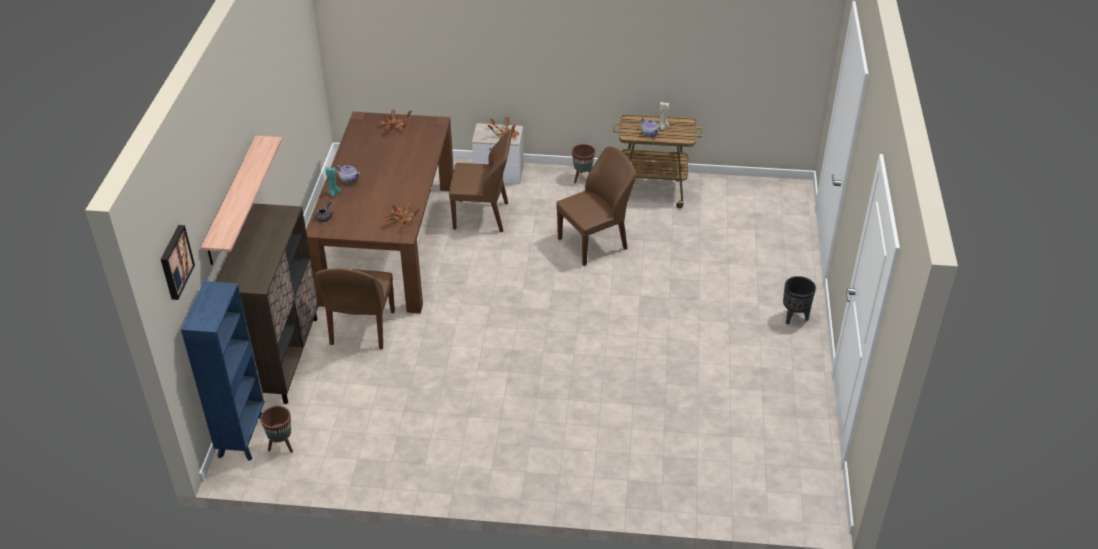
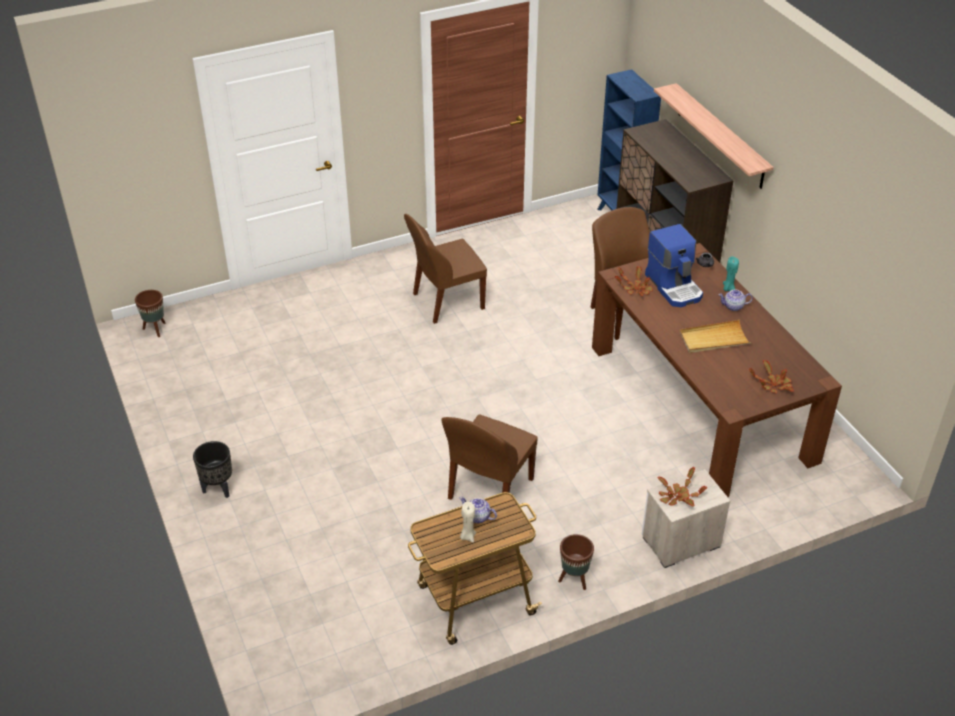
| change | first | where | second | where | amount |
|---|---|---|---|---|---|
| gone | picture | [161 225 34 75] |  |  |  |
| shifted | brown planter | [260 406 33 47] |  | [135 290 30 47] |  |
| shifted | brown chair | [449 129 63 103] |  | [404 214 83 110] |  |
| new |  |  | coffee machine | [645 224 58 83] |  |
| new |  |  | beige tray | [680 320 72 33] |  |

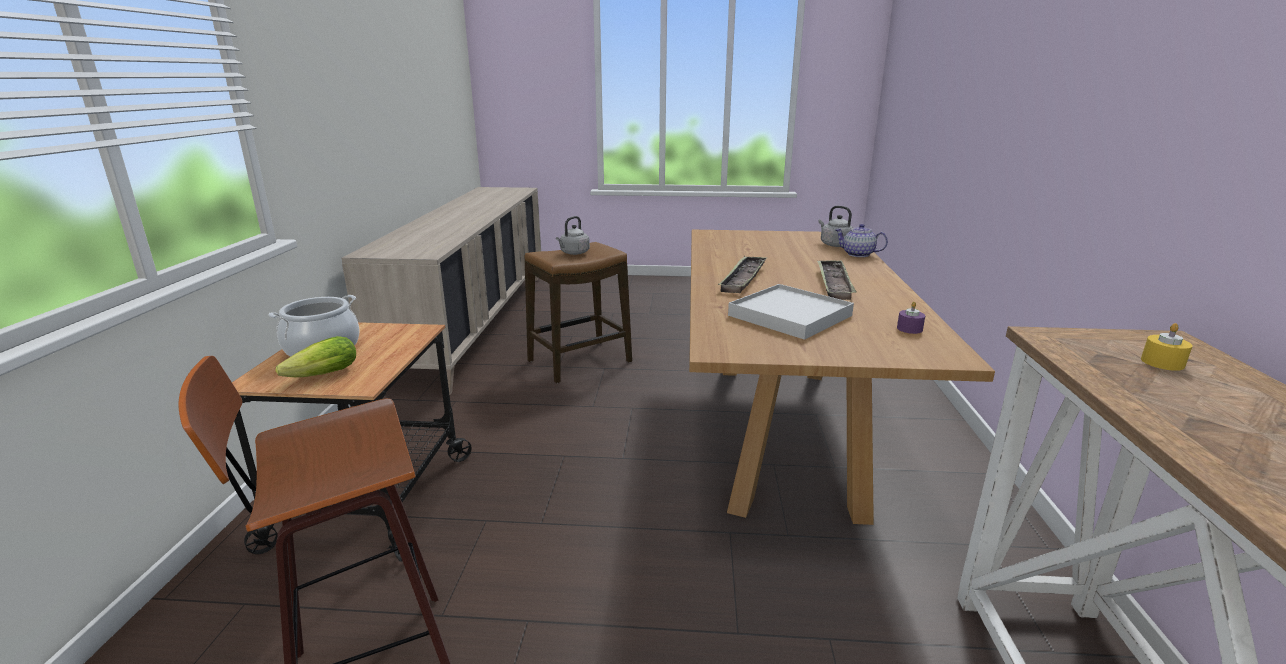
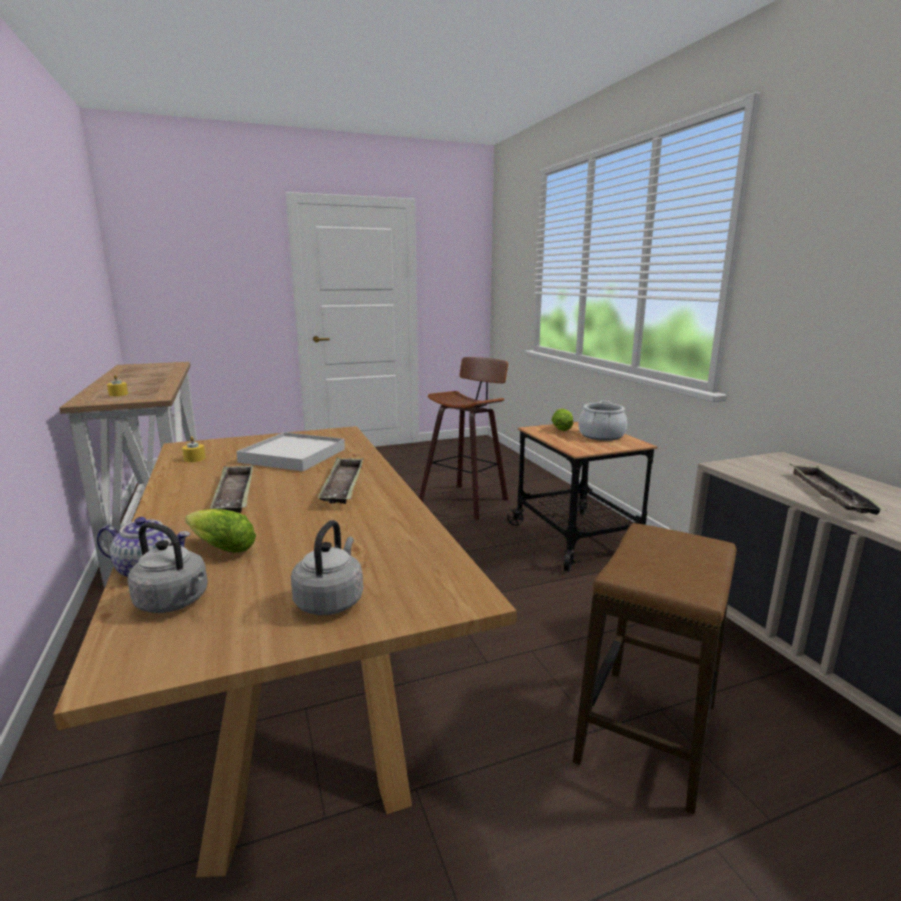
| change | first | where | second | where | amount |
|---|---|---|---|---|---|
| shifted | grey kettle | [556 216 34 39] |  | [291 520 72 95] |  |
| repainted | purple candle | [897 302 28 32] | yellow candle | [182 436 24 26] |  |
| new |  |  | lettuce | [185 509 71 44] |  |
| new |  |  | tray | [790 463 97 52] |  |

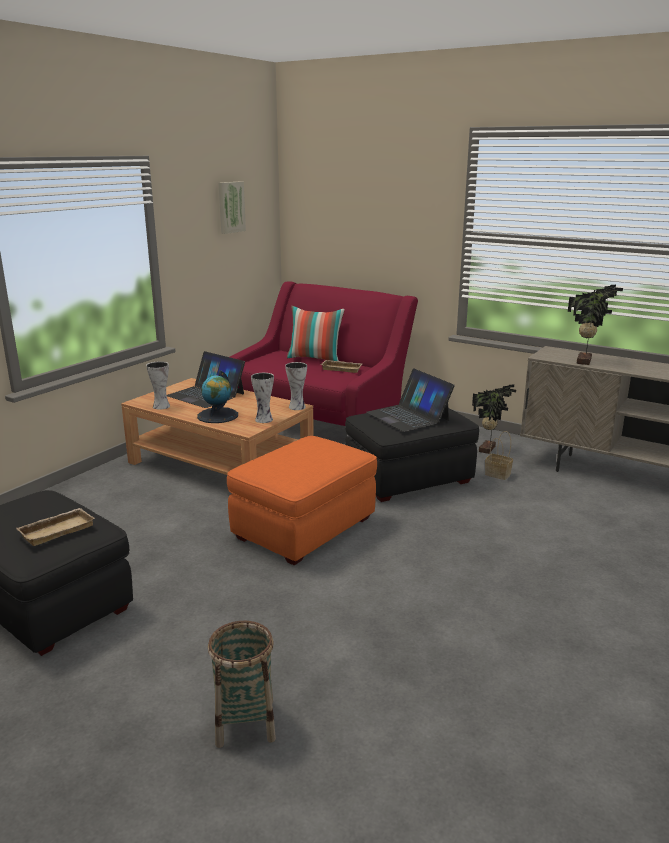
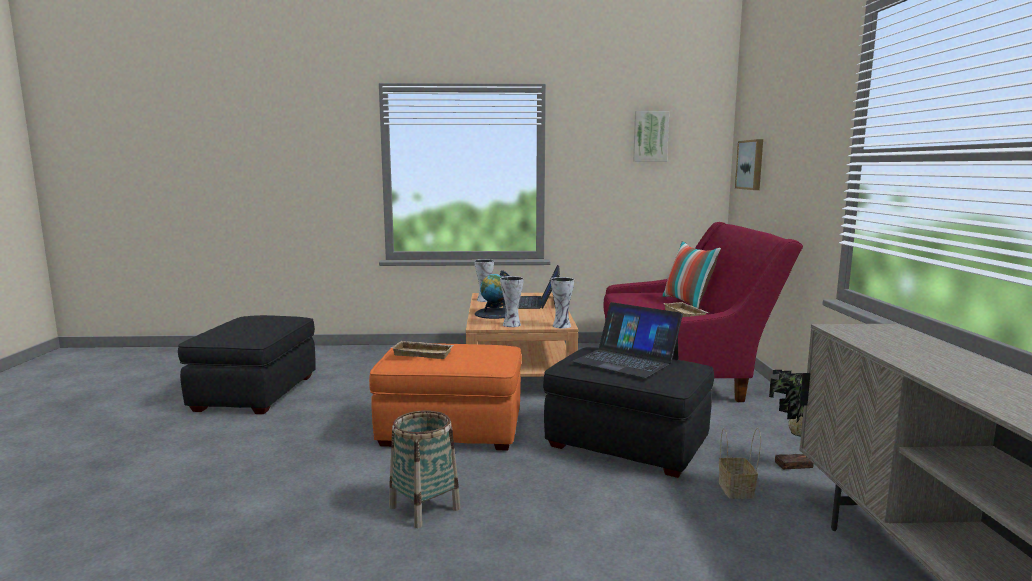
| change | first | where | second | where | amount |
|---|---|---|---|---|---|
| shifted | beige tray | [16 508 79 38] |  | [390 341 64 18] |  |
| shifted | basket | [208 621 68 127] |  | [389 410 71 118] |  |
| rotated | laptop | [366 368 89 64] |  | [572 302 111 76] | 75 degrees counterclockwise |
| gone | potted plant | [568 285 55 80] |  |  |  |
| new |  |  | picture | [735 139 28 51] |  |

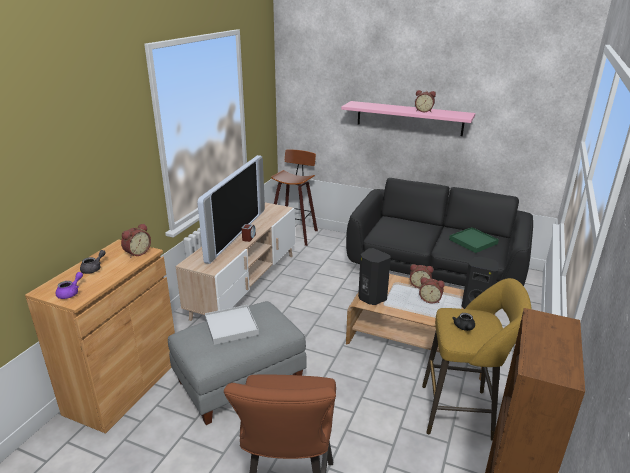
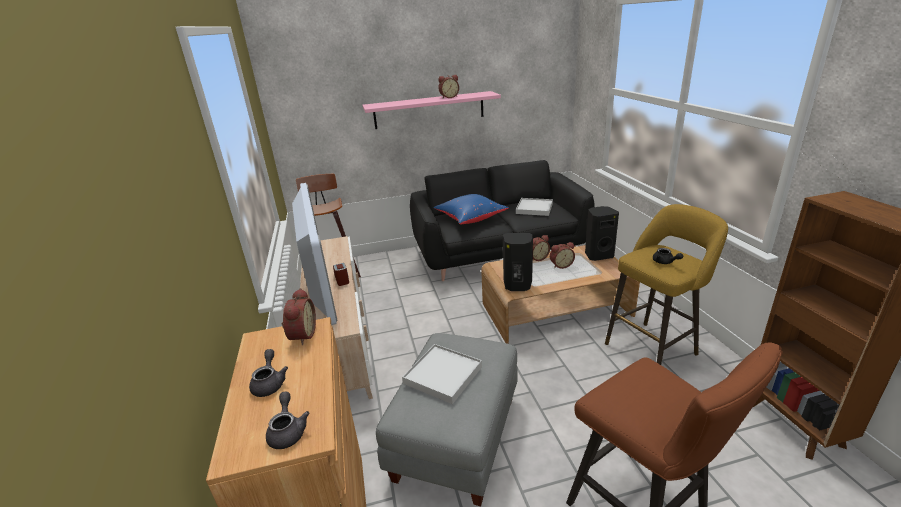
| change | first | where | second | where | amount |
|---|---|---|---|---|---|
| repainted | purple teapot | [56 272 27 27] | grey teapot | [266 392 44 57] |  |
| repainted | green tray | [449 227 50 26] | white tray | [516 198 37 18] |  |
| new |  |  | blue pillow | [434 194 75 30] |  |

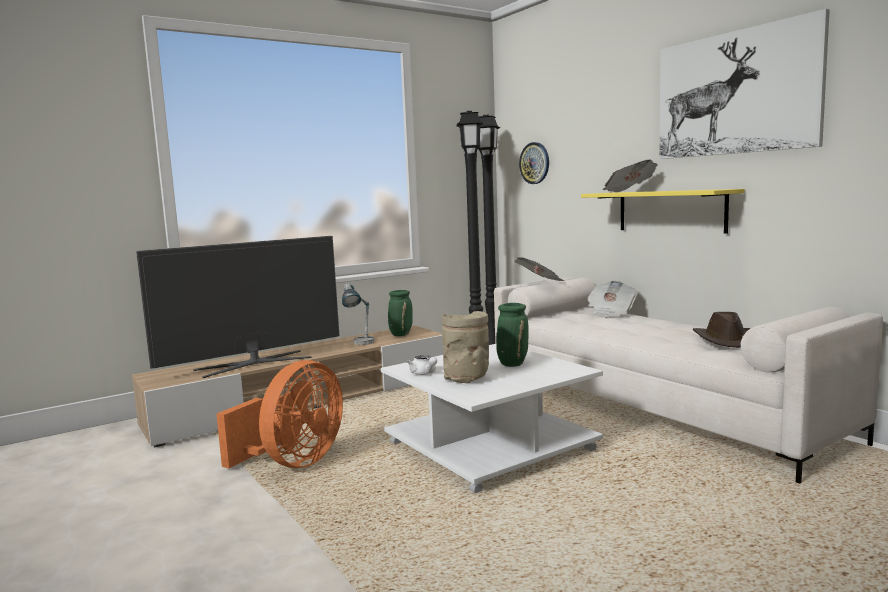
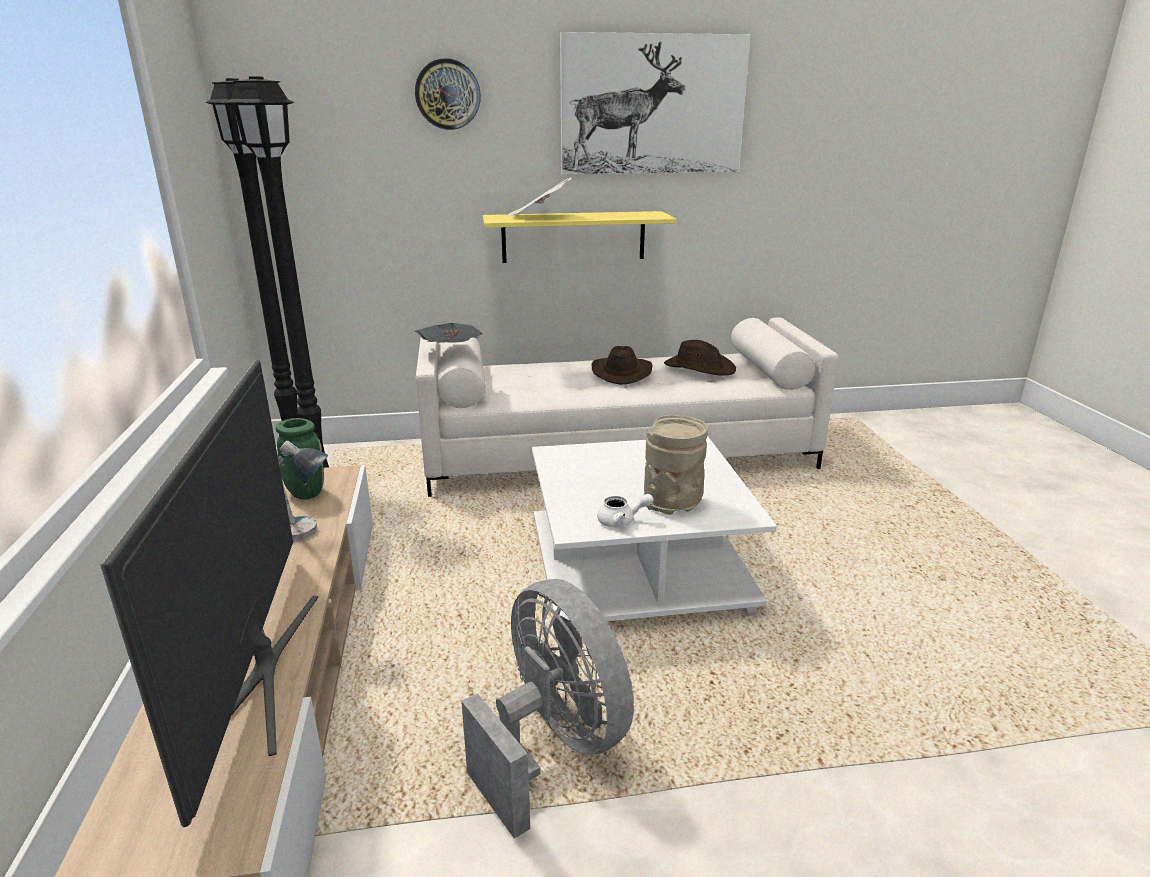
| change | first | where | second | where | amount |
|---|---|---|---|---|---|
| repainted | orange fan | [216 360 127 108] | grey fan | [461 579 173 260] |  |
| gone | green vase | [496 303 33 64] |  |  |  |
| shifted | wall clock | [519 142 30 42] |  | [415 58 66 72] |  |
| gone | newspaper | [587 281 51 37] |  |  |  |
| new |  |  | brown hat | [592 346 61 39] |  |

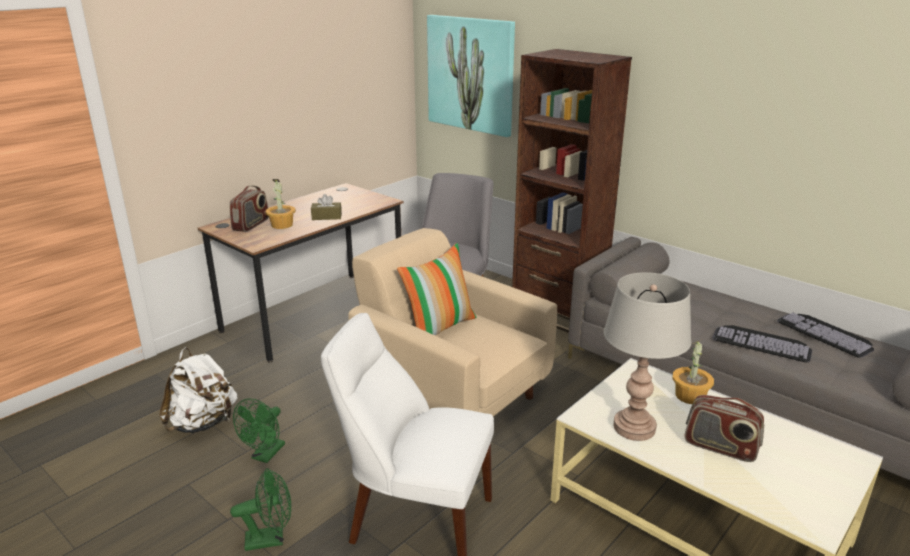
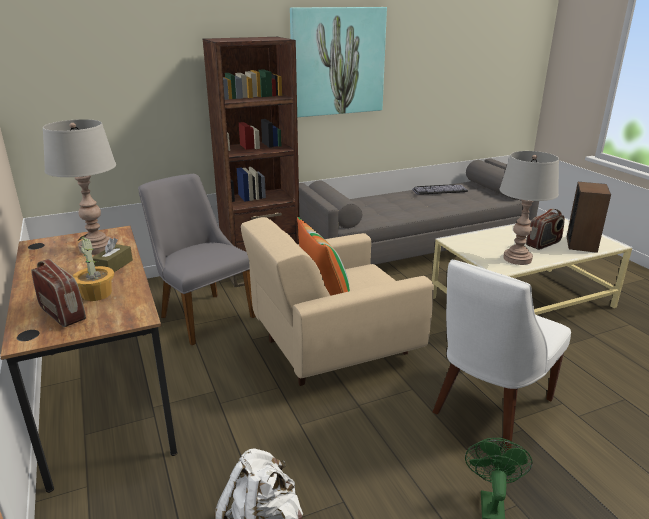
| change | first | where | second | where | amount |
|---|---|---|---|---|---|
| gone | green fan | [233 399 52 64] |  |  |  |
| shifted | picture | [427 15 88 122] |  | [290 7 97 110] |  |
| gone | potted plant | [672 340 42 64] |  |  |  |
| gone | keyboard | [713 325 99 37] |  |  |  |
| new |  |  | grey table lamp | [43 119 73 136] |  |
| new |  |  | speaker | [567 182 44 71] |  |

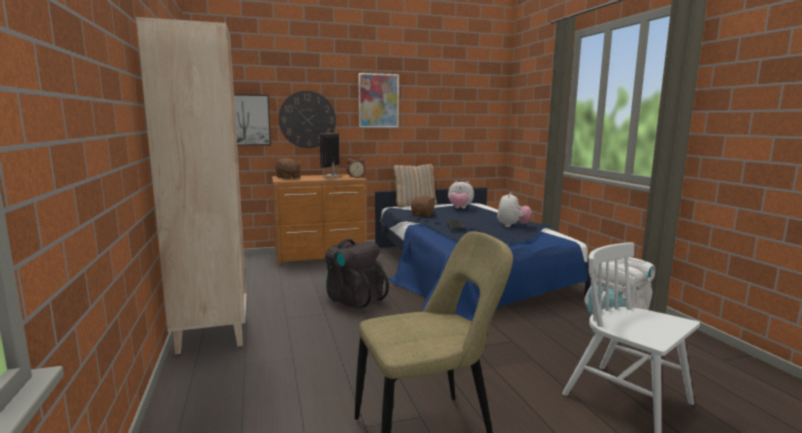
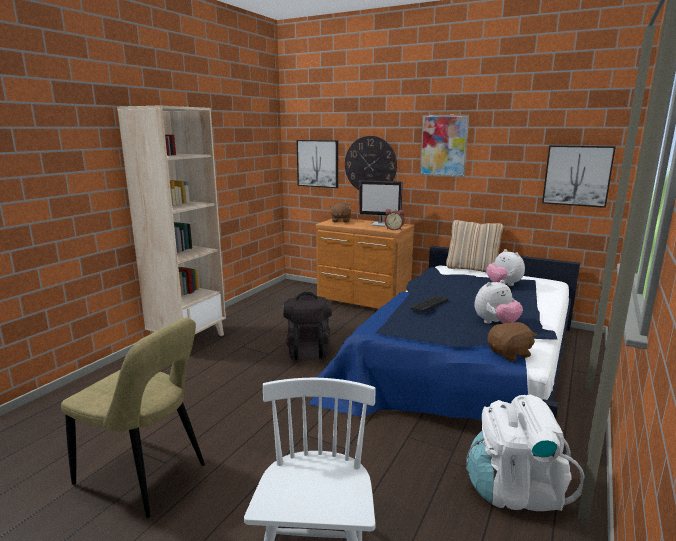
| change | first | where | second | where | amount |
|---|---|---|---|---|---|
| rotated | monitor | [320 133 22 44] |  | [359 180 44 46] | 135 degrees counterclockwise |
| shifted | brown plush toy | [411 196 25 21] |  | [488 321 49 41] |  |
| new |  |  | picture | [542 145 74 63] |  |

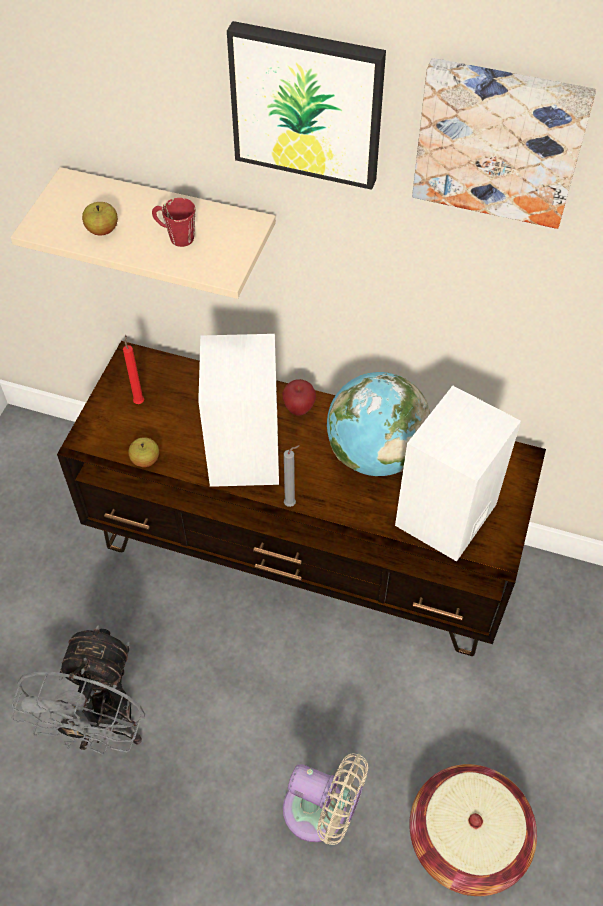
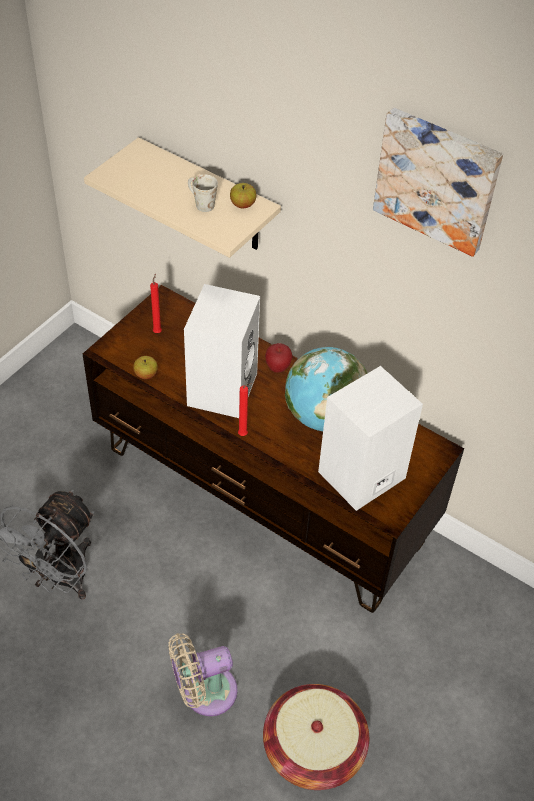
| change | first | where | second | where | amount |
|---|---|---|---|---|---|
| shifted | apple | [82 202 36 33] |  | [230 183 27 25] |  |
| repainted | red mug | [152 198 43 49] | white mug | [188 175 30 37] |  |
| gone | picture | [227 21 159 169] |  |  |  |
| rotated | beige fan | [283 753 85 92] |  | [169 633 69 83] | 120 degrees clockwise |
| repainted | grey candle | [284 445 16 62] | red candle | [238 383 15 53] |  |

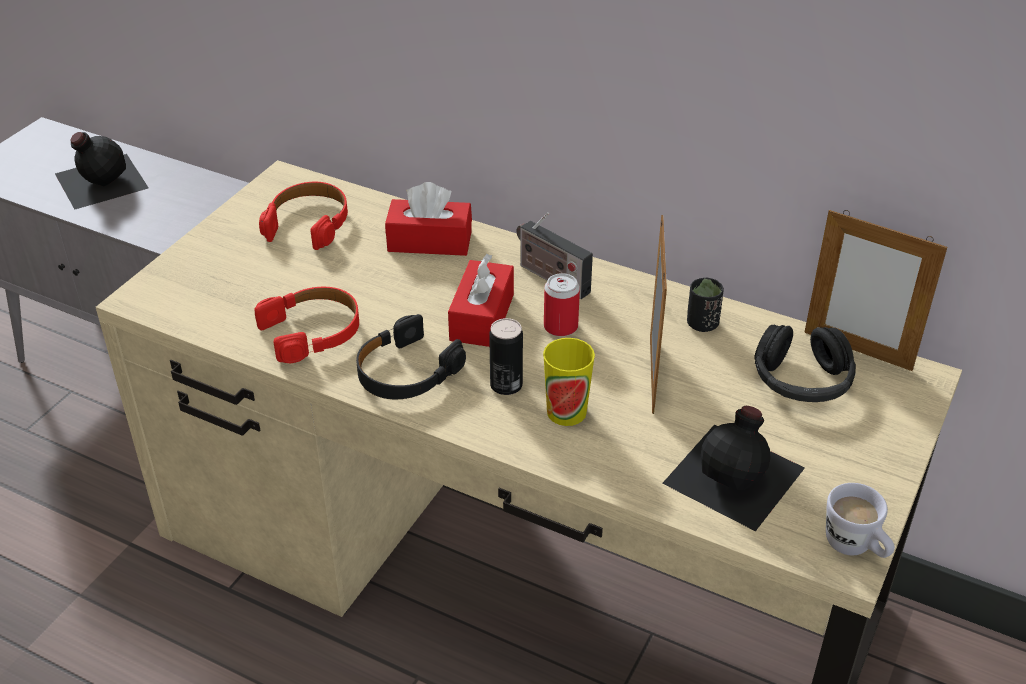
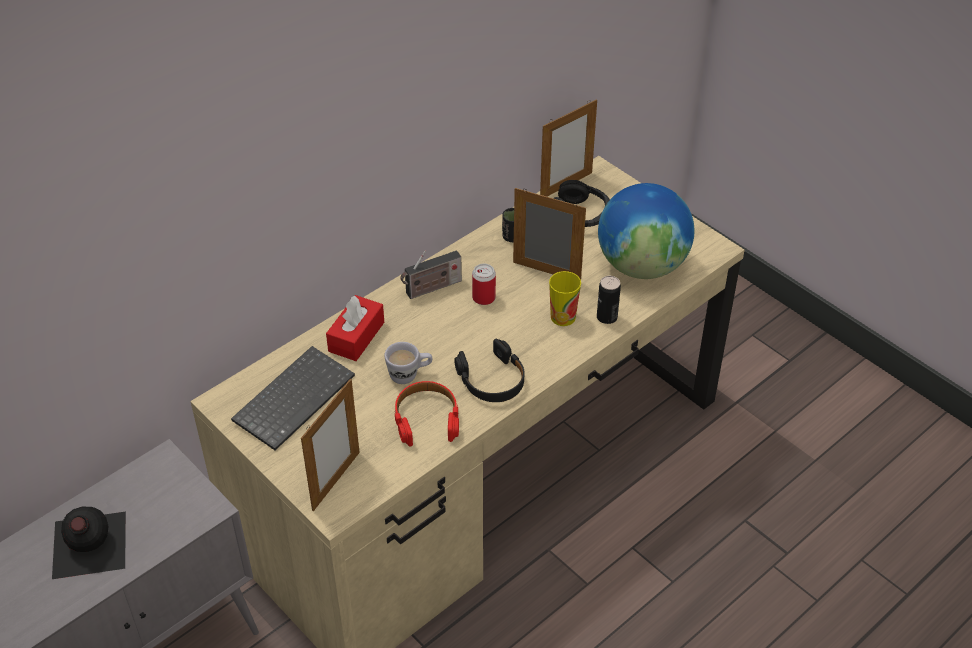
| change | first | where | second | where | amount |
|---|---|---|---|---|---|
| swapped | red headphones | [259 182 89 68] | keyboard | [231 346 124 104] |  |
| gone | red tissue box | [448 254 66 93] |  |  |  |
| shifted | can | [489 318 34 77] |  | [597 276 24 48] |  |
| swapped | black bottle | [662 406 143 125] | globe | [598 183 97 96] |  |
| shifted | white mug | [826 483 69 75] |  | [384 342 49 42] |  |
| new |  |  | picture frame | [301 378 59 133] |  |

